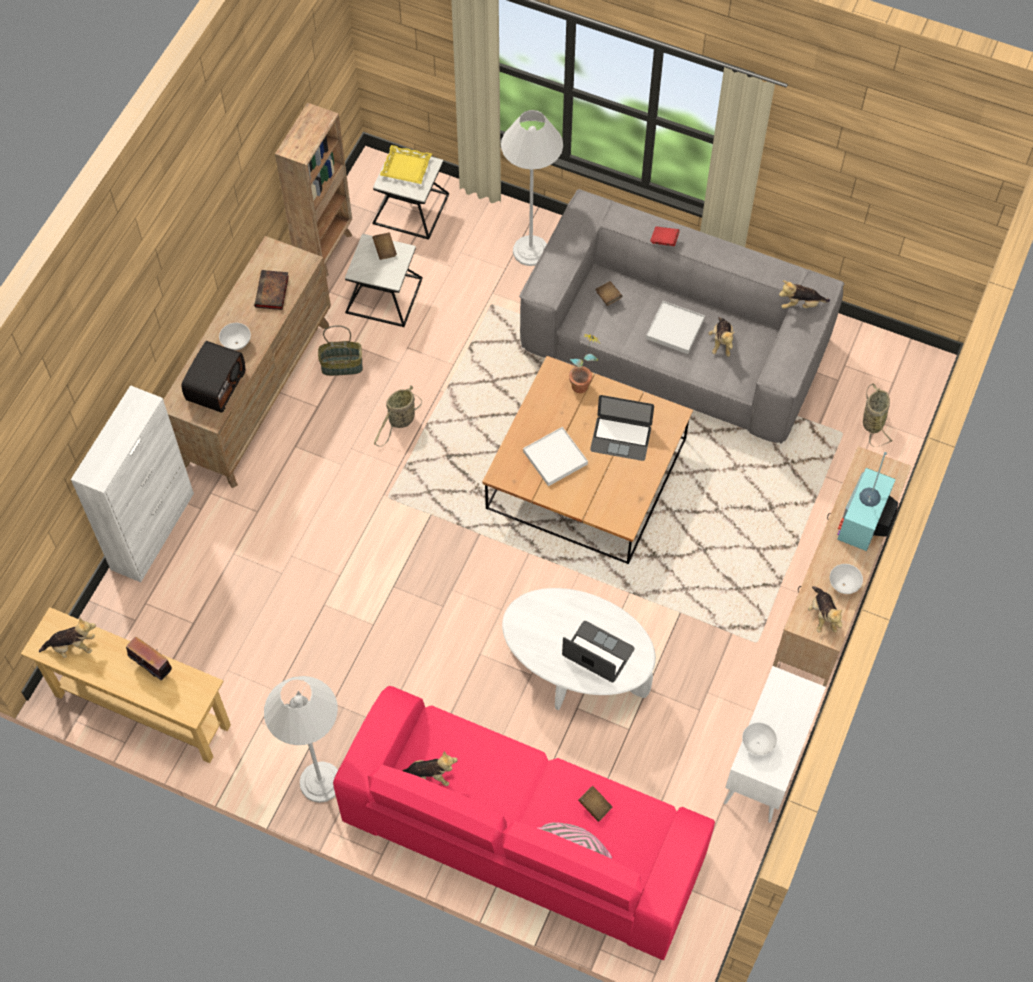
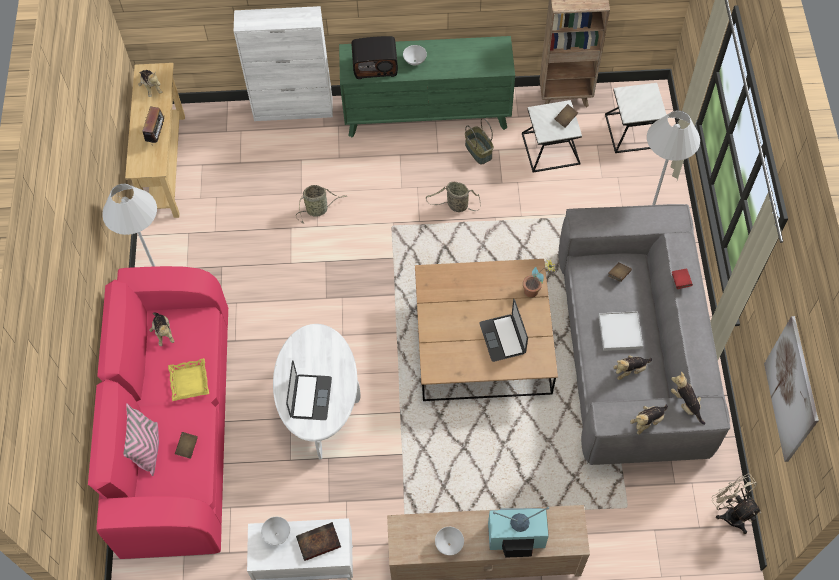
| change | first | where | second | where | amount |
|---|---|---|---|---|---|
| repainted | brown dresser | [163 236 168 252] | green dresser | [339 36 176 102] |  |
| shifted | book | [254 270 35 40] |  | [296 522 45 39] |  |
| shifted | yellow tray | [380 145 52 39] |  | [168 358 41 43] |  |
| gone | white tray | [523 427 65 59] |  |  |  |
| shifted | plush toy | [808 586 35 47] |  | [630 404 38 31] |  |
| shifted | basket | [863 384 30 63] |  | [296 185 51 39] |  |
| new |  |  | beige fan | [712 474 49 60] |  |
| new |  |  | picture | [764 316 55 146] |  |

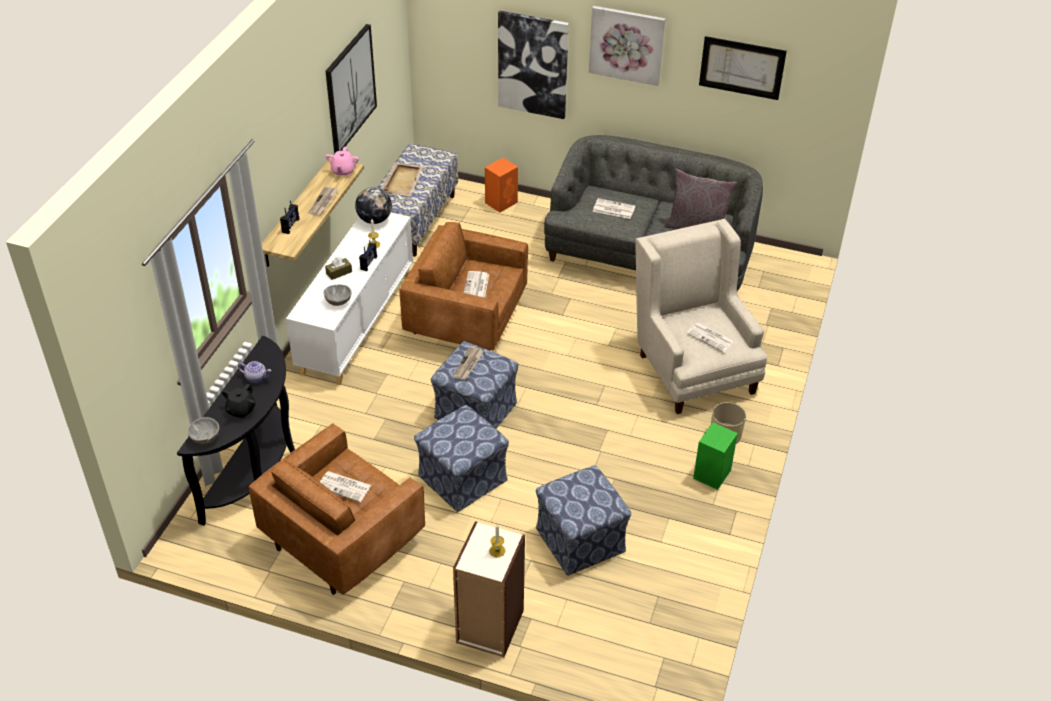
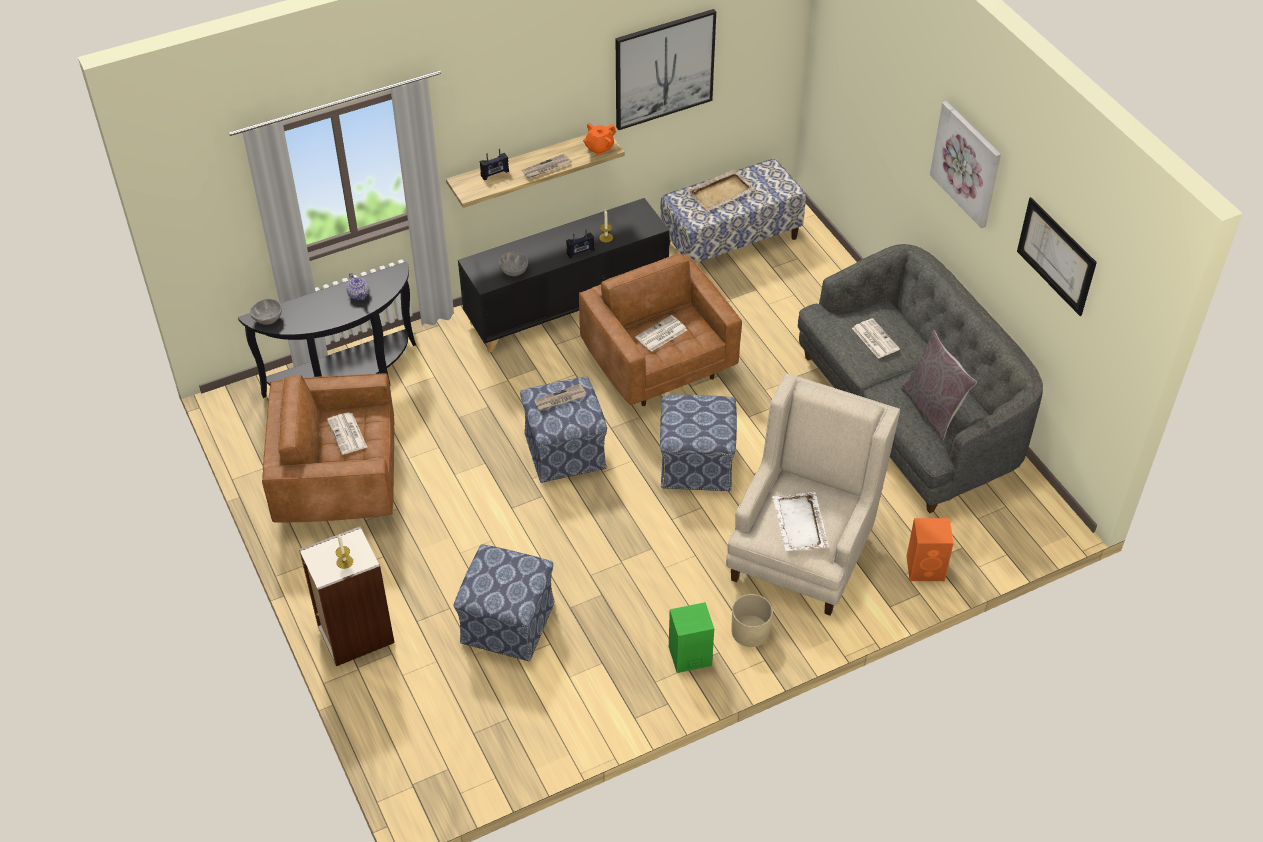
| change | first | where | second | where | amount |
|---|---|---|---|---|---|
| gone | black teapot | [222 384 33 35] |  |  |  |
| repainted | white cabinet | [286 212 127 173] | black cabinet | [458 198 212 155] |  |
| repainted | pink teapot | [325 147 34 29] | orange teapot | [583 123 33 32] |  |
| gone | brown tissue box | [325 257 27 23] |  |  |  |
| gone | globe | [355 187 37 37] |  |  |  |
| shifted | ottoman | [414 405 95 107] |  | [660 394 77 97] |  |
| shifted | orange speaker | [485 158 33 54] |  | [906 518 48 63] |  |
| gone | picture | [498 11 71 108] |  |  |  |
| swapped | newspaper | [686 323 49 29] | white tray | [772 492 57 59] |  |

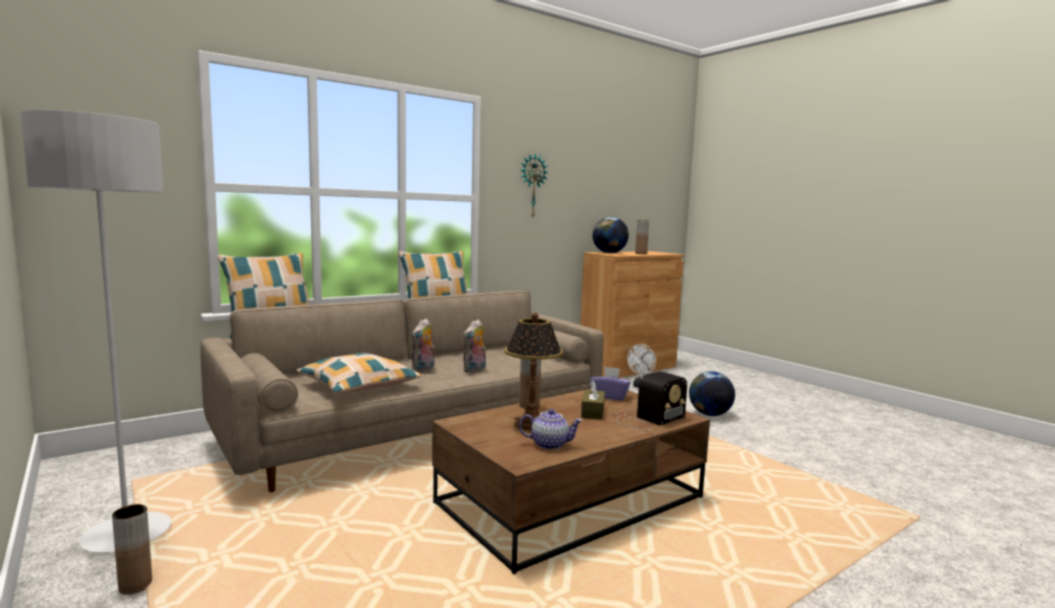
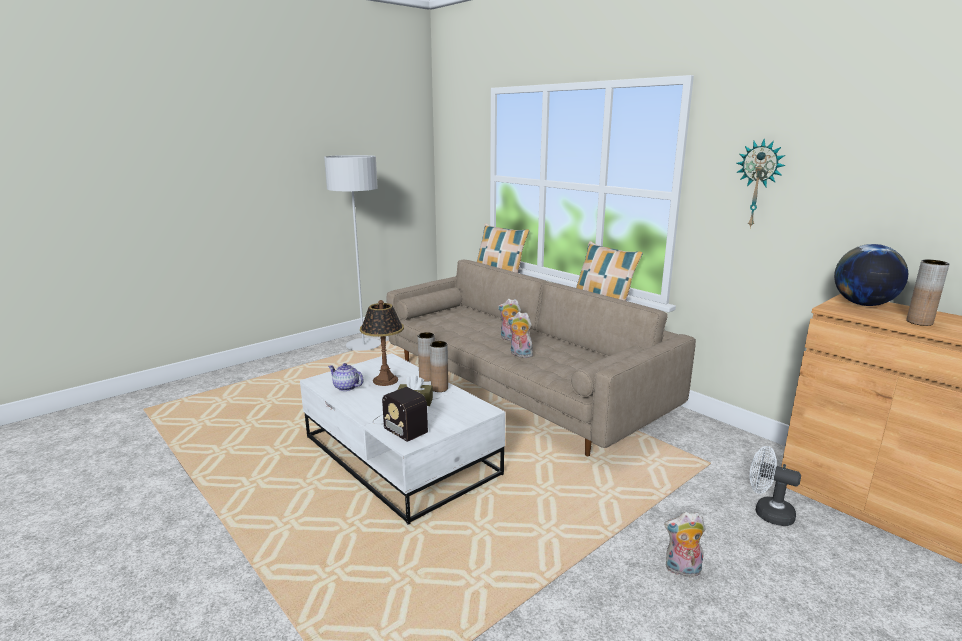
| change | first | where | second | where | amount |
|---|---|---|---|---|---|
| shifted | brown vase | [112 504 40 90] |  | [430 341 18 51] |  |
| gone | pillow | [297 353 125 41] |  |  |  |
| repainted | brown coffee table | [432 389 278 185] | white coffee table | [300 353 206 172] |  |
| rotated | teapot | [519 409 64 41] |  | [328 363 36 28] | 120 degrees clockwise |
| gone | purple tissue box | [590 367 41 34] |  |  |  |
| swapped | globe | [689 371 46 45] | plush toy | [664 512 42 65] |  |

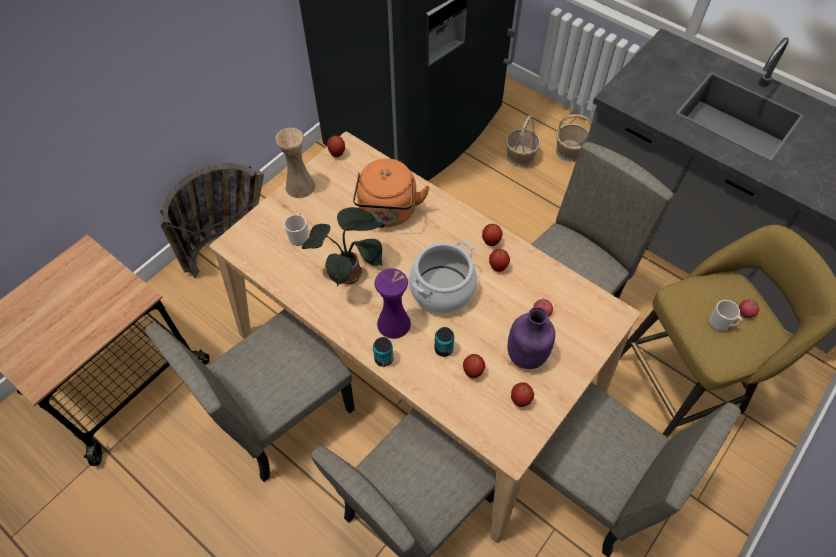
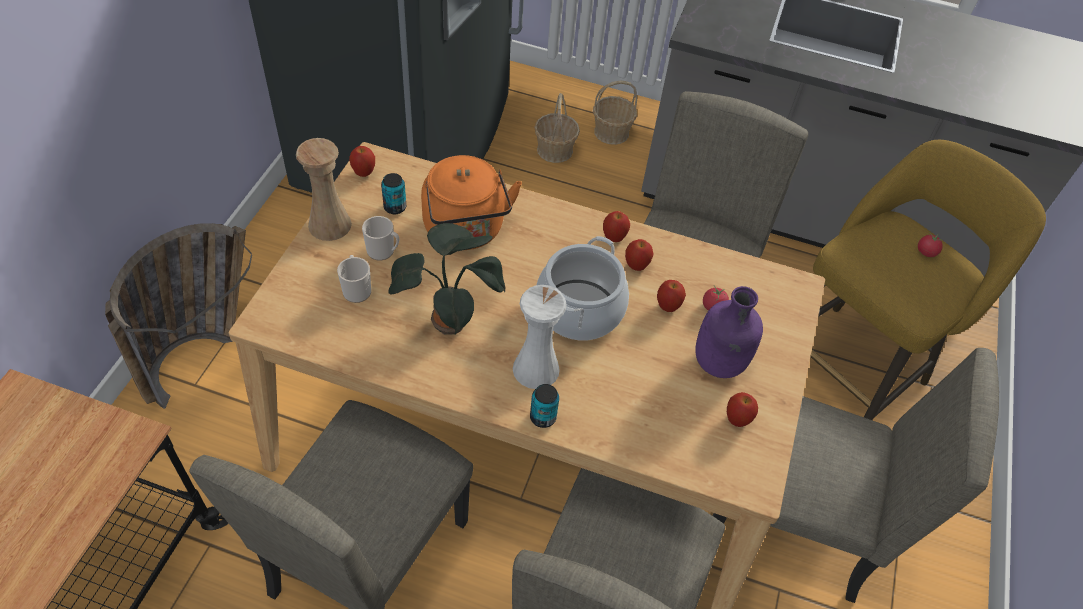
| change | first | where | second | where | amount |
|---|---|---|---|---|---|
| repainted | purple vase | [374 268 37 71] | white vase | [513 285 54 104] |  |
| shifted | can | [435 327 19 30] |  | [381 173 25 41] |  |
| shifted | apple | [463 354 22 24] |  | [657 280 29 32] |  |
| shifted | mug | [709 300 34 31] |  | [362 216 37 45] |  |

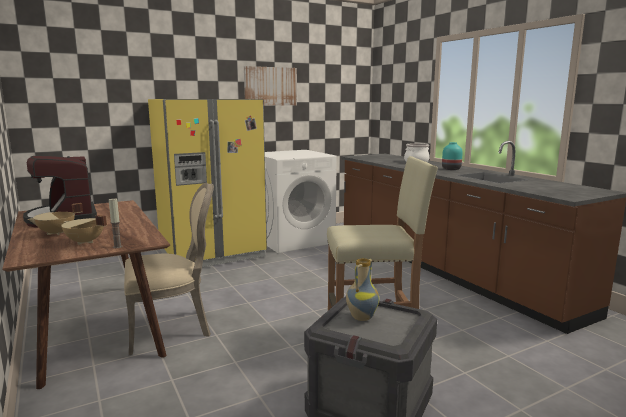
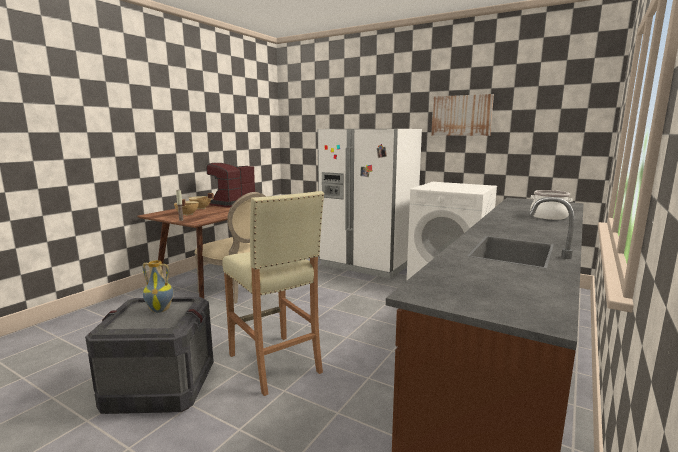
| change | first | where | second | where | amount |
|---|---|---|---|---|---|
| repainted | yellow fridge | [148 99 119 168] | white fridge | [318 129 104 150] |  |
| gone | turquoise vase | [442 142 21 28] |  |  |  |

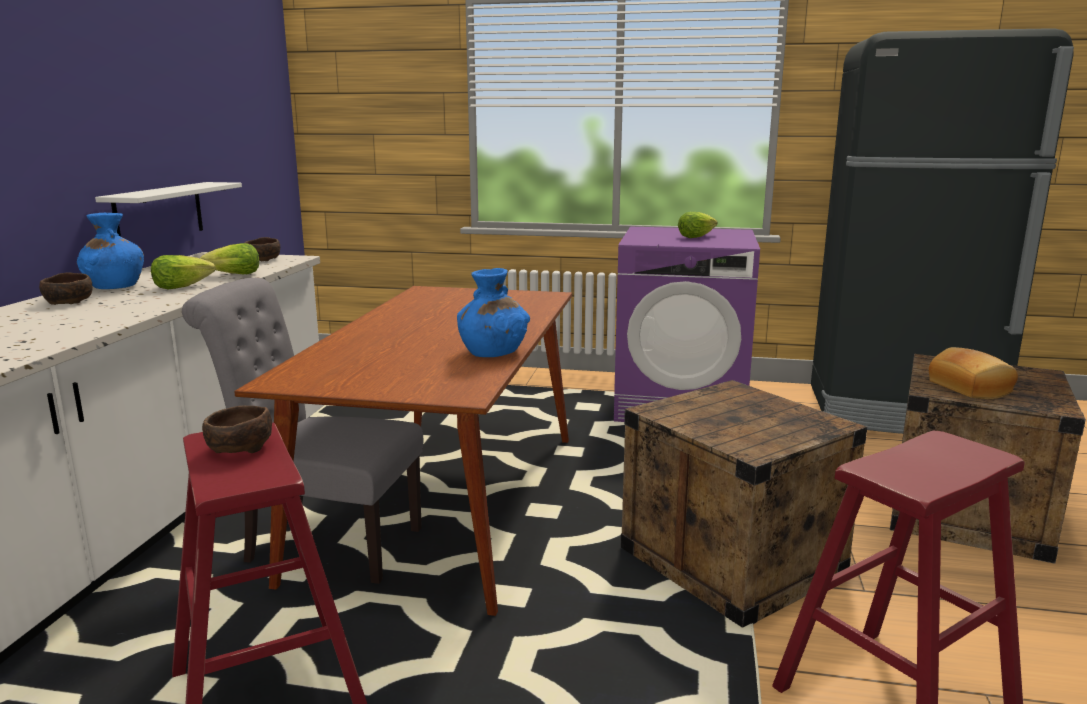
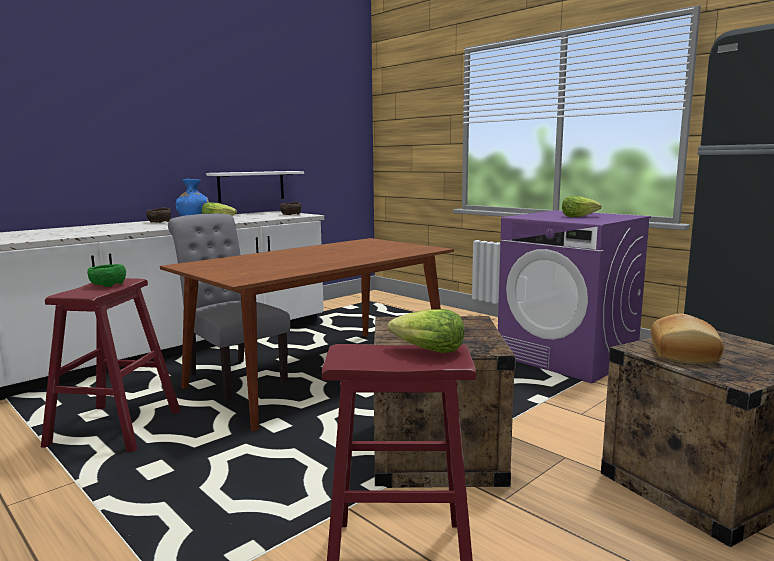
| change | first | where | second | where | amount |
|---|---|---|---|---|---|
| shifted | lettuce | [200 243 59 31] |  | [388 309 76 44] |  |
| repainted | brown bowl | [202 406 70 47] | green bowl | [87 264 39 23] |  |
| gone | blue vase | [457 268 73 89] |  |  |  |

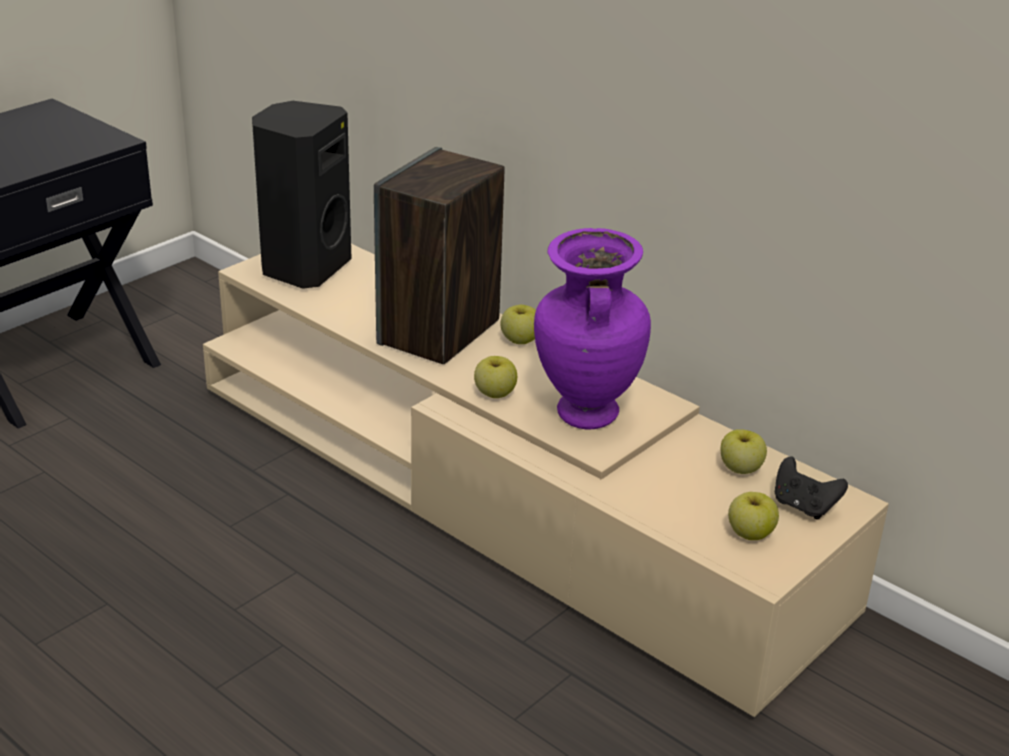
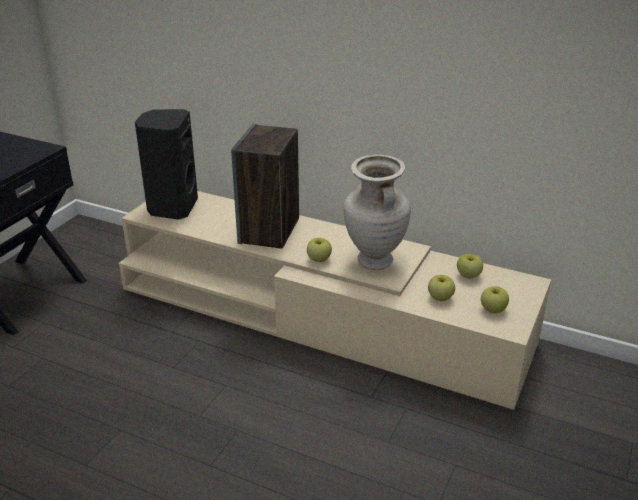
| change | first | where | second | where | amount |
|---|---|---|---|---|---|
| shifted | apple | [500 305 36 39] |  | [428 275 27 26] |  |
| repainted | purple vase | [534 228 117 201] | beige vase | [343 155 68 115] |  |
| gone | black game controller | [775 457 73 63] |  |  |  |

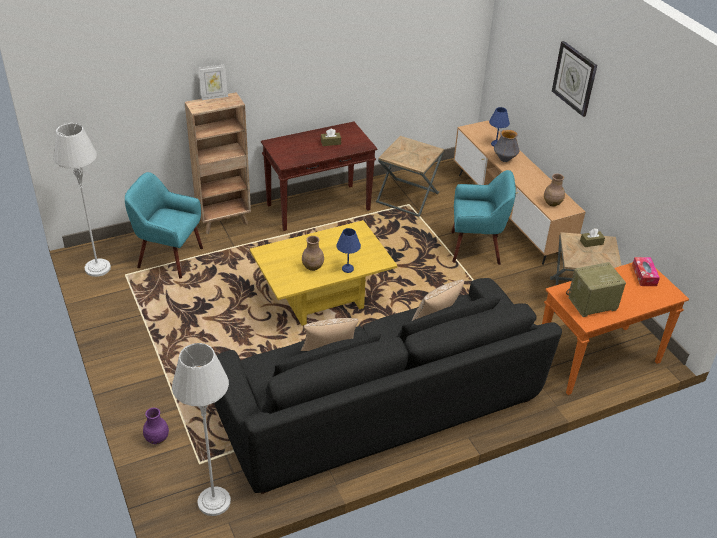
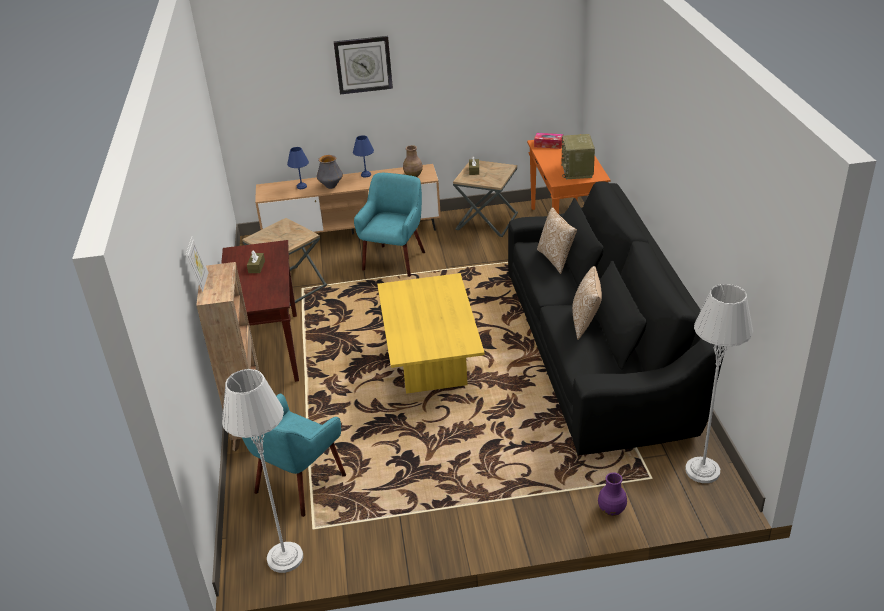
| change | first | where | second | where | amount |
|---|---|---|---|---|---|
| gone | brown vase | [302 236 22 35] |  |  |  |
| shifted | blue table lamp | [336 228 25 45] |  | [353 135 21 43] |  |

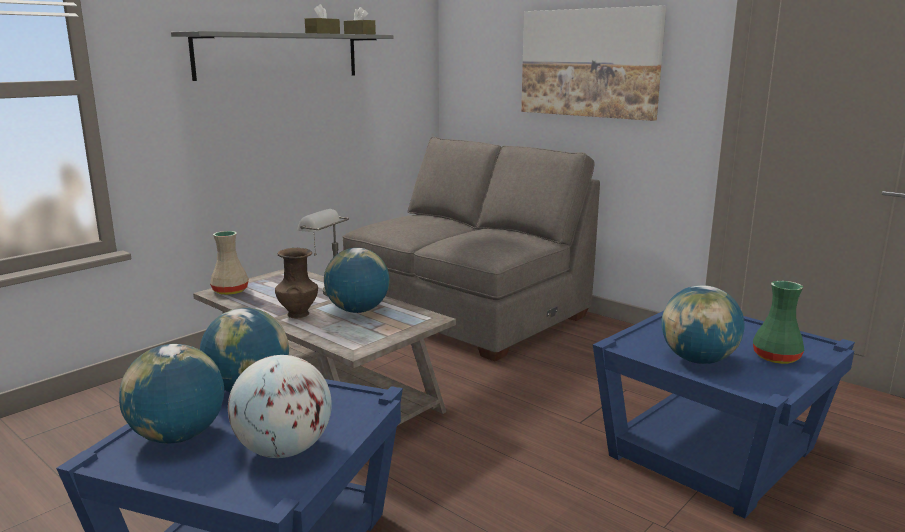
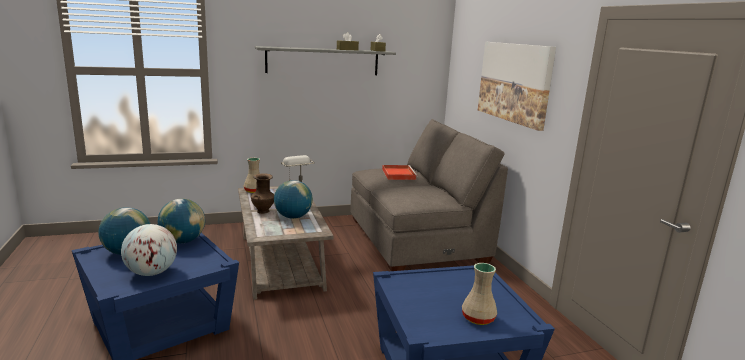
| change | first | where | second | where | amount |
|---|---|---|---|---|---|
| gone | globe | [661 285 84 79] |  |  |  |
| repainted | green vase | [753 281 51 83] | beige vase | [462 263 35 62] |  |
| new |  |  | red tray | [382 165 36 15] |  |

